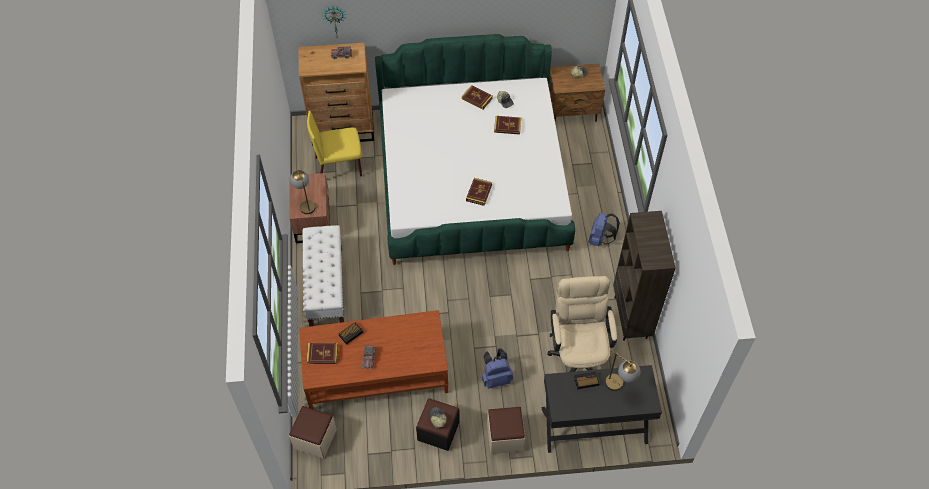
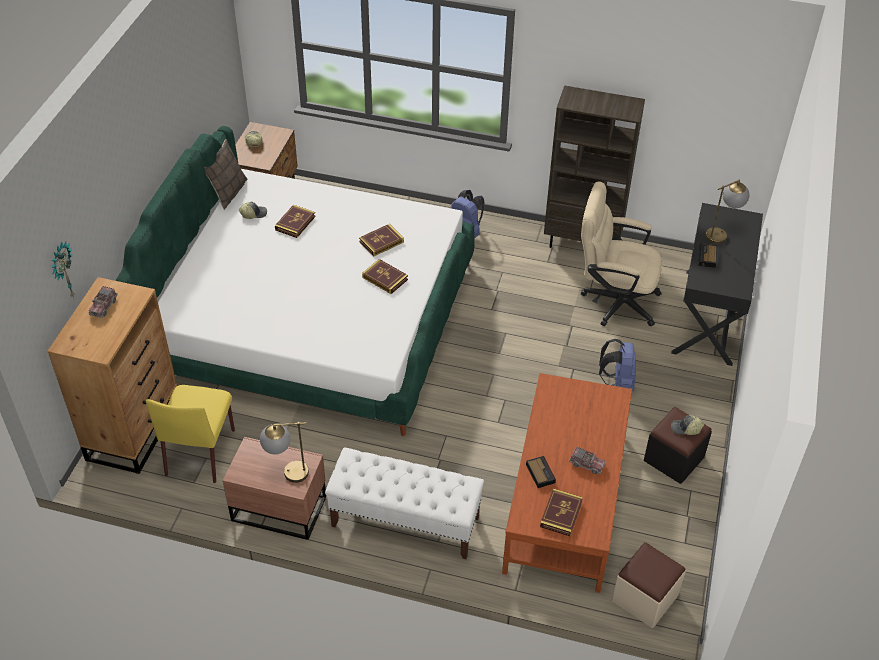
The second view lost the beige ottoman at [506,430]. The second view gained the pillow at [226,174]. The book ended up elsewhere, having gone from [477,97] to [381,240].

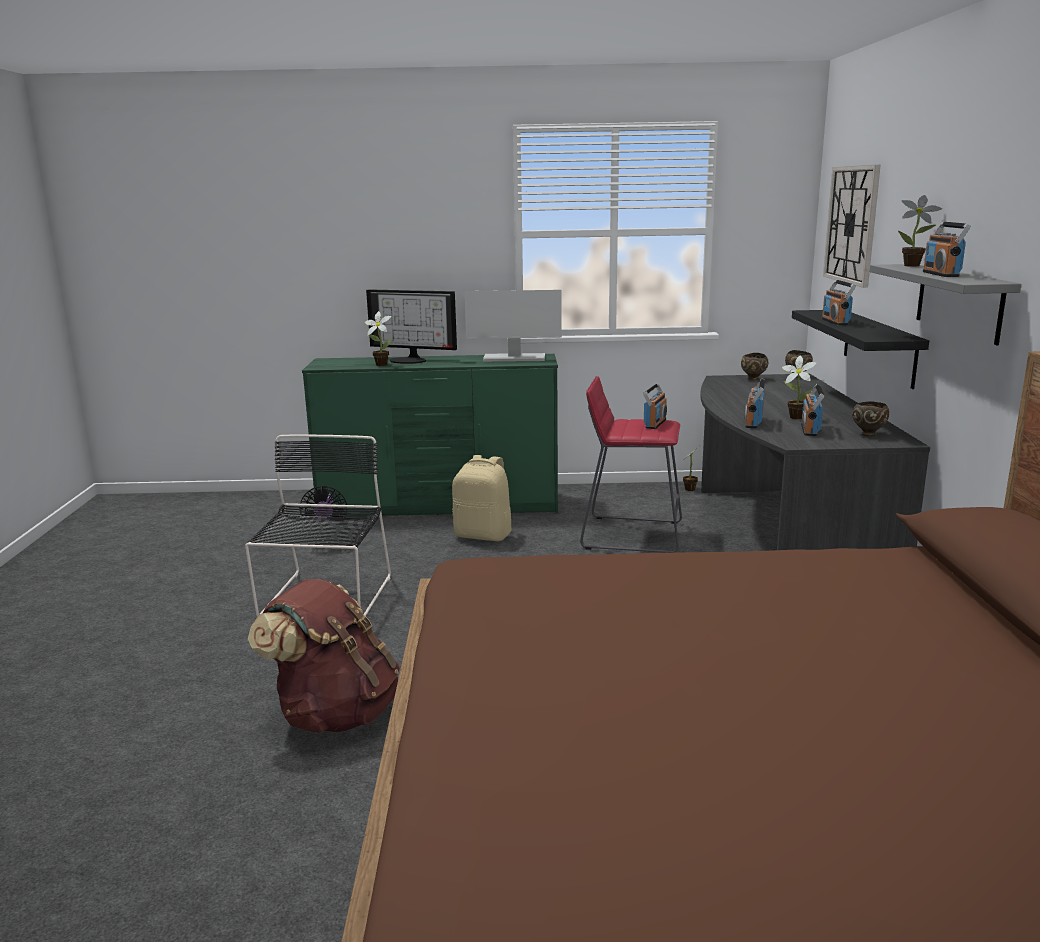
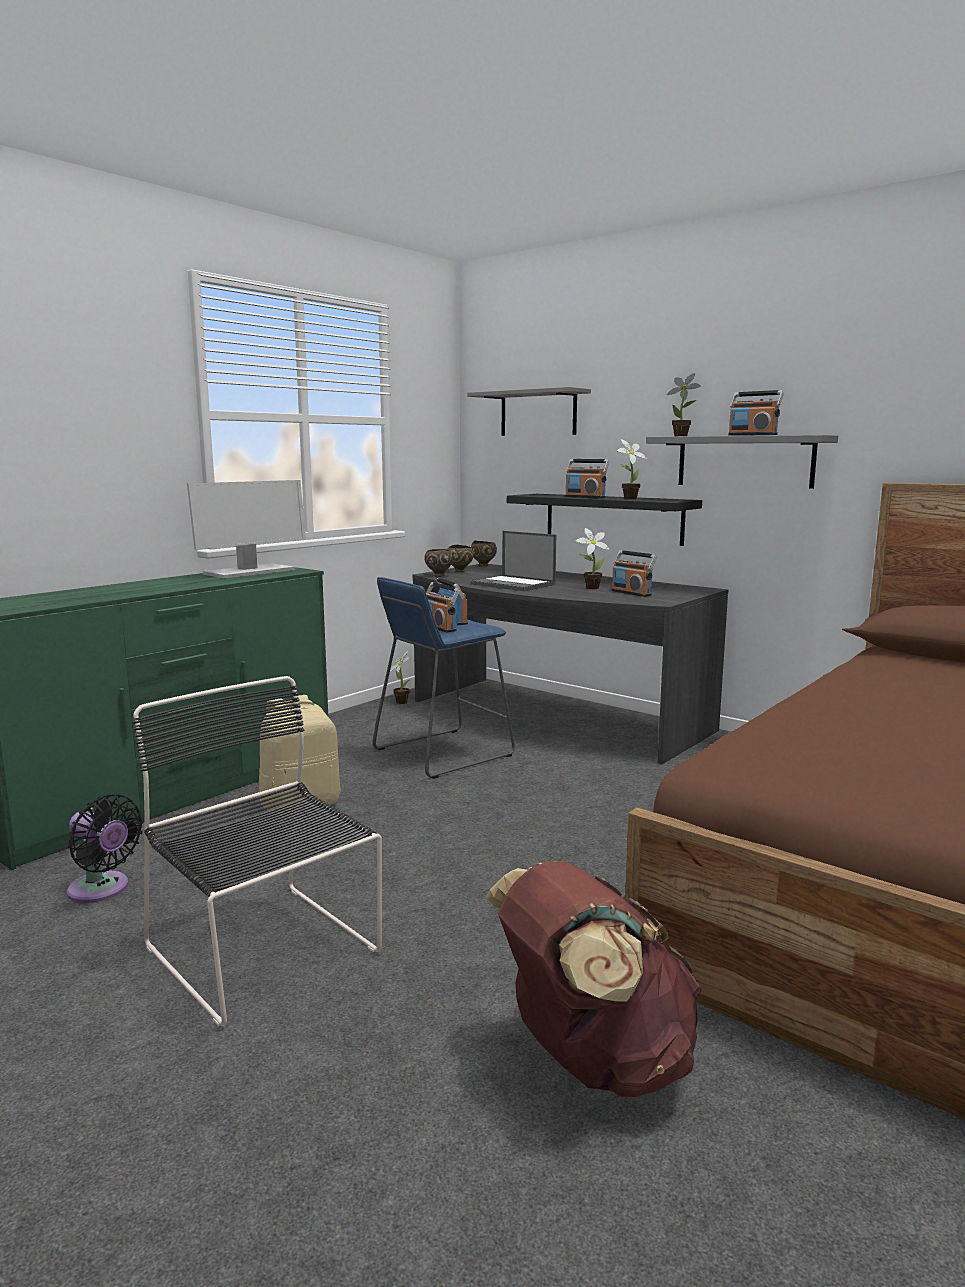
The second view lost the monitor at [411,326]. The second view gained the laptop at [513,561]. The potted plant ended up elsewhere, having gone from [378,338] to [632,469]. The radio ended up elsewhere, having gone from [755,403] to [443,607]. The brown bowl ended up elsewhere, having gone from [870,418] to [438,563]. Where the wall clock hung at [852,226], the grey shelf came to hang at [529,411]. What was the red stool at [631,464] turned into the blue stool at [444,678].

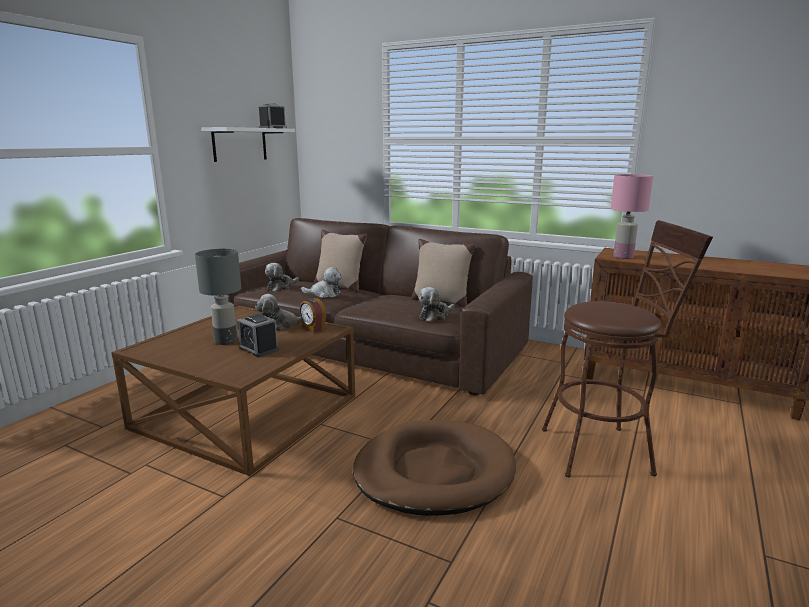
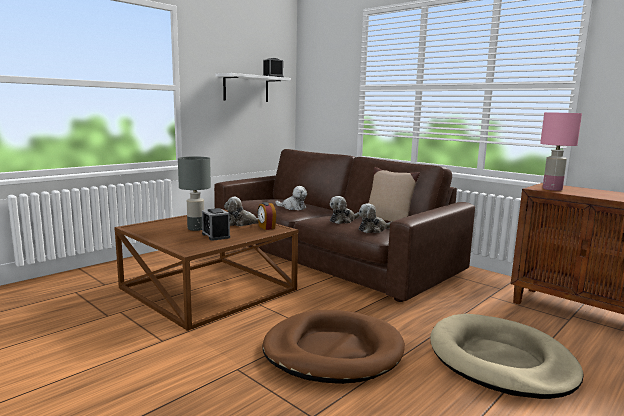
The second view lost the beige pillow at [340,261]. The plush toy ended up elsewhere, having gone from [282,277] to [344,210]. Where the brown stool stood at [627,348], the beige dog bed came to stand at [507,356].

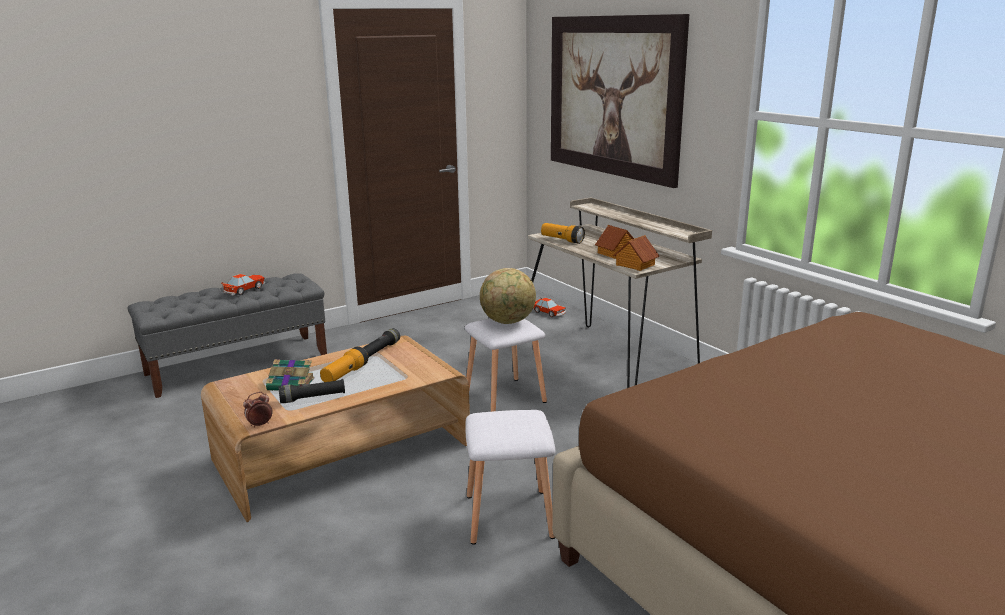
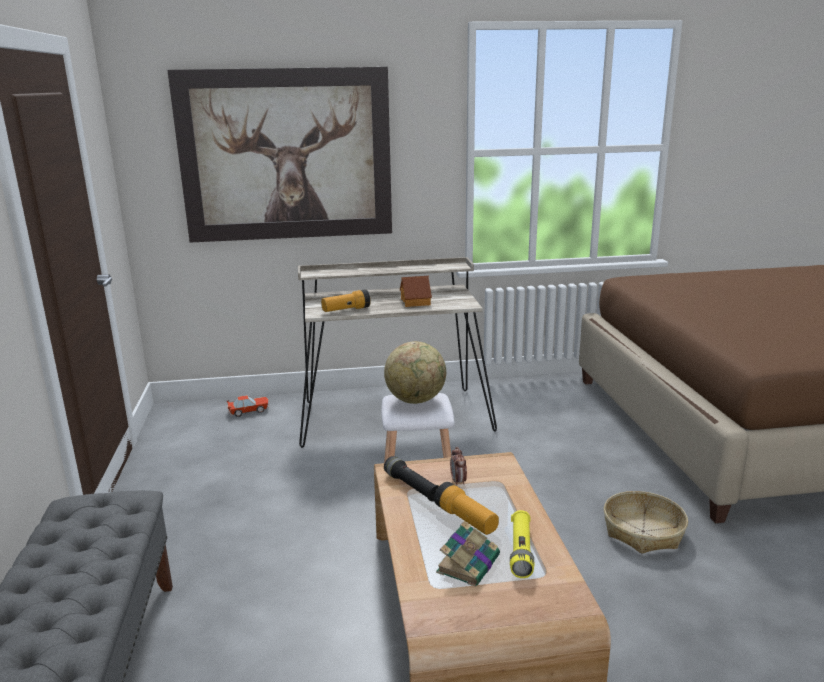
The second view lost the toy car at [243,284]. The second view lost the toy house at [636,253]. The alarm clock ended up elsewhere, having gone from [258,410] to [458,466]. Where the white stool stood at [510,477], the basket came to stand at [646,522]. What was the black flashlight at [311,391] turned into the yellow flashlight at [522,544].

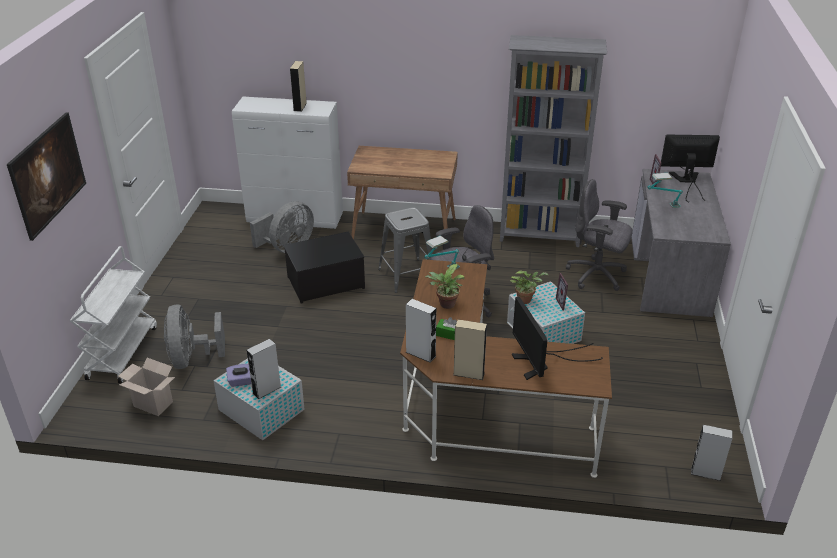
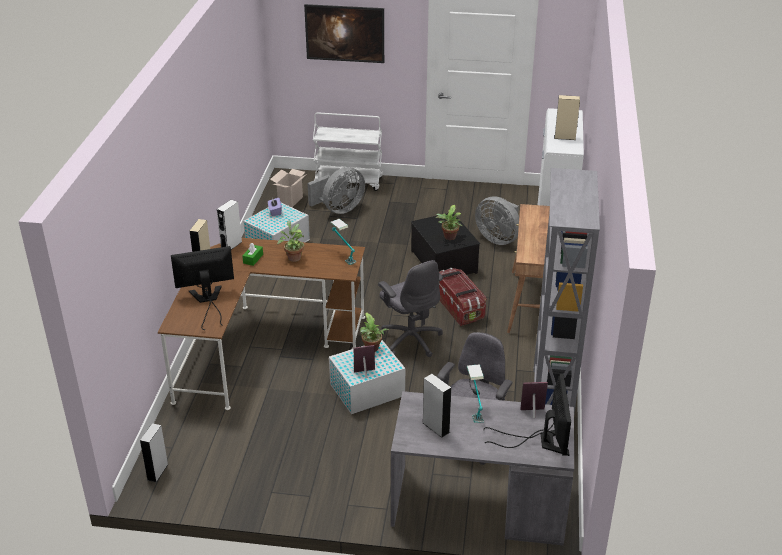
The second view gained the potted plant at [449,222]. The grey speaker ended up elsewhere, having gone from [263,369] to [437,406]. Where the grey stool stood at [405,250], the storage box came to stand at [463,297]. The grey fan at [194,337] ended up facing another way, 150 degrees clockwise from before.

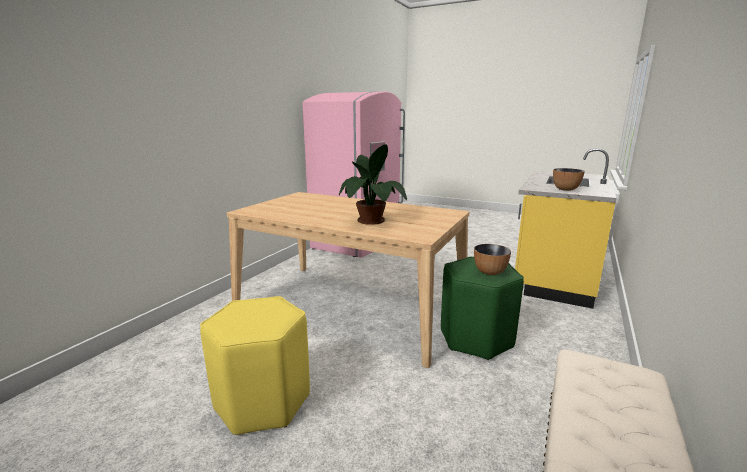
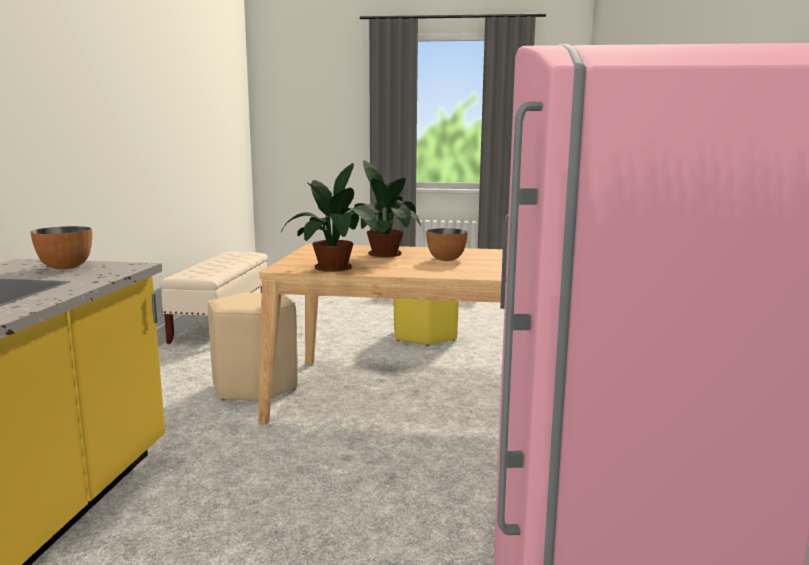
The second view gained the potted plant at [331,217]. The bowl ended up elsewhere, having gone from [492,259] to [447,244]. What was the green stool at [482,308] turned into the beige stool at [253,346].

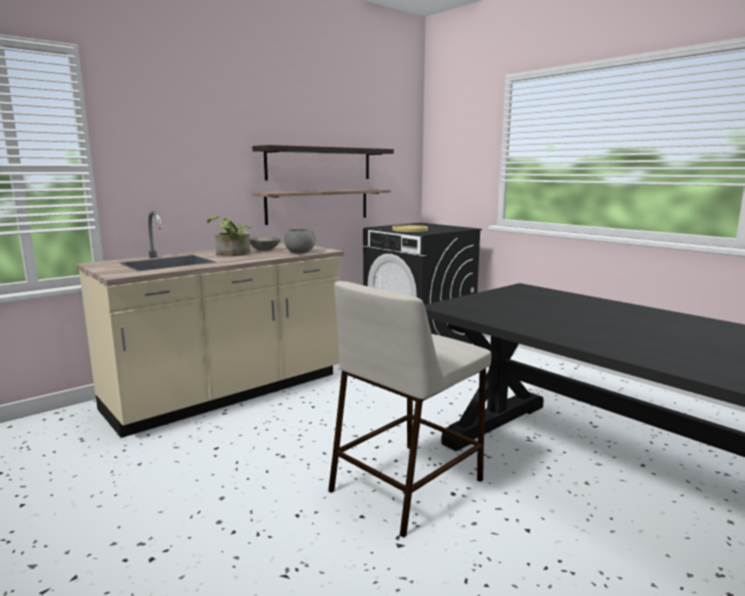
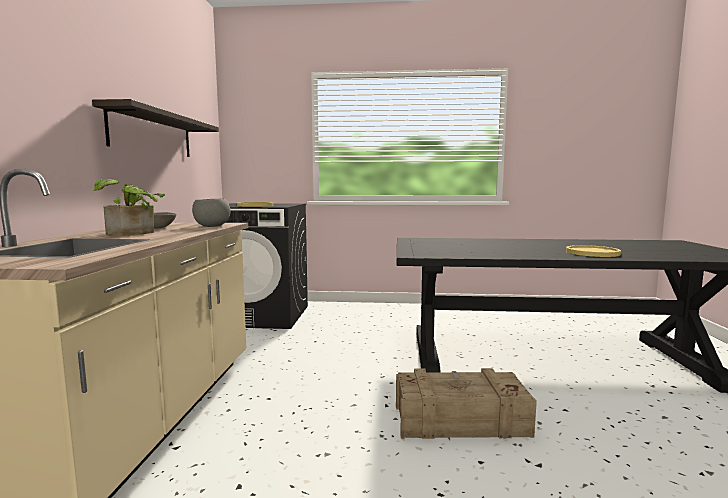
The second view lost the shelf at [321,207]. The second view gained the yellow plate at [593,251]. Where the beige stool stood at [409,409], the crate came to stand at [466,403].

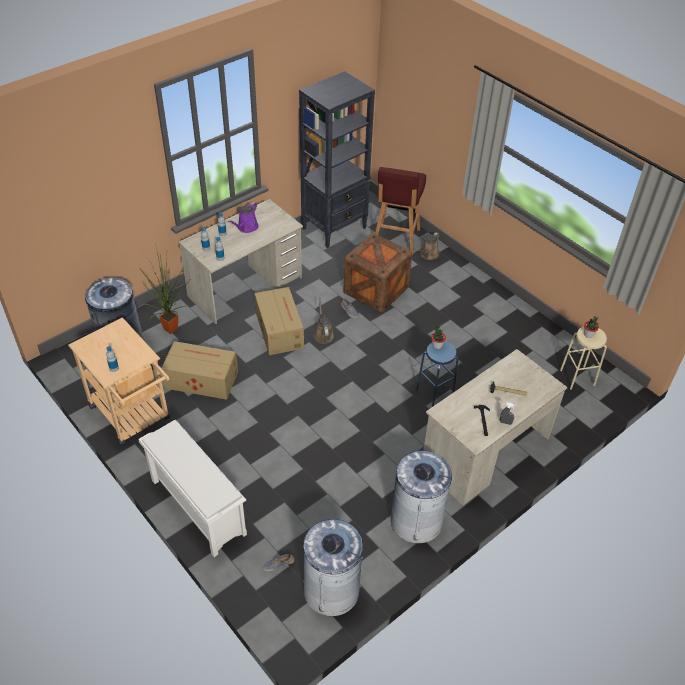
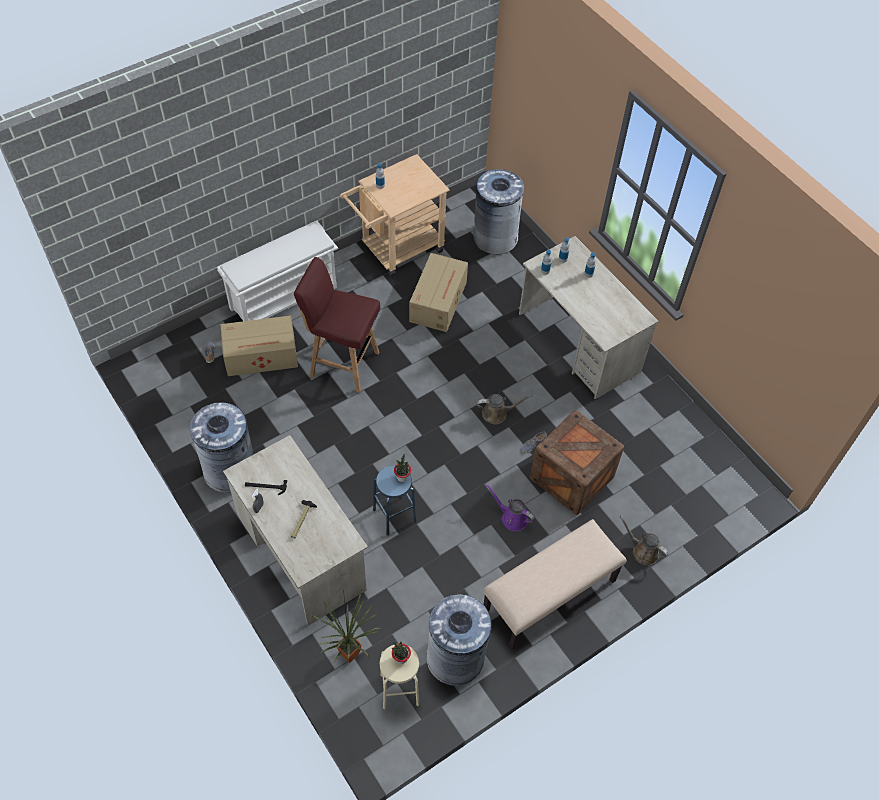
The second view lost the black bookcase at [337,159]. The second view gained the beige bench at [555,584]. The potted plant ended up elsewhere, having gone from [165,288] to [346,626]. The purple watering can ended up elsewhere, having gone from [243,217] to [510,507]. The cardboard box ended up elsewhere, having gone from [279,321] to [259,346]. The grey trash can ended up elsewhere, having gone from [333,567] to [459,640]. The red stool ended up elsewhere, having gone from [400,211] to [337,325].

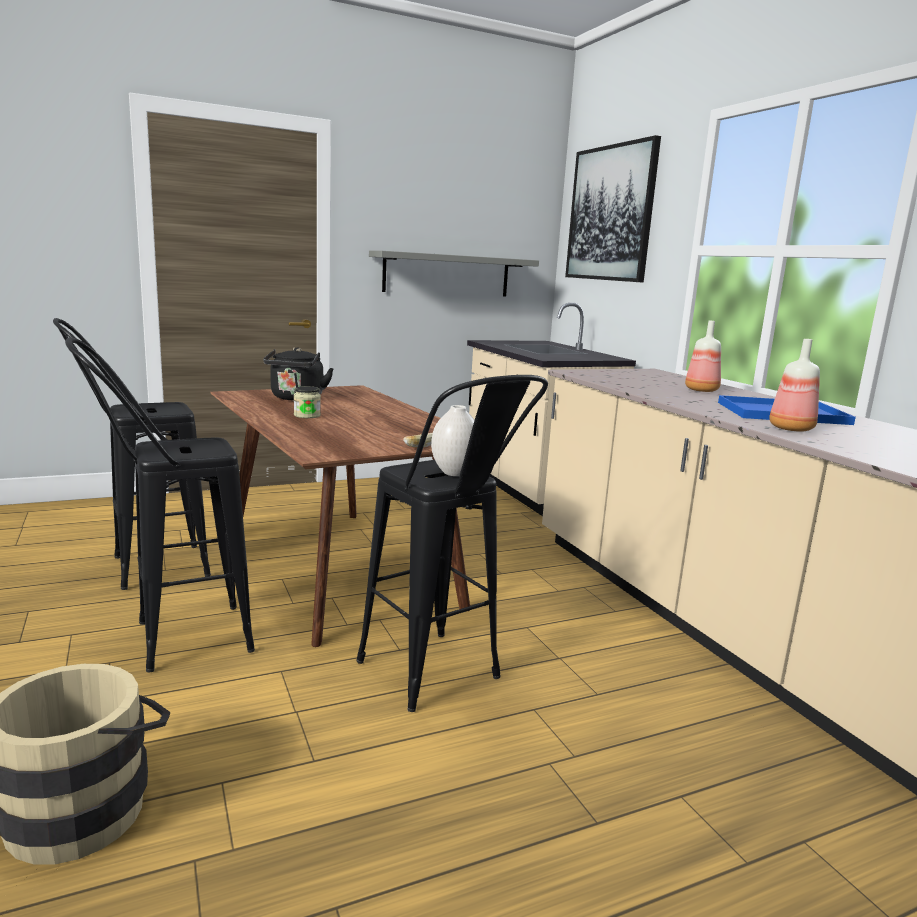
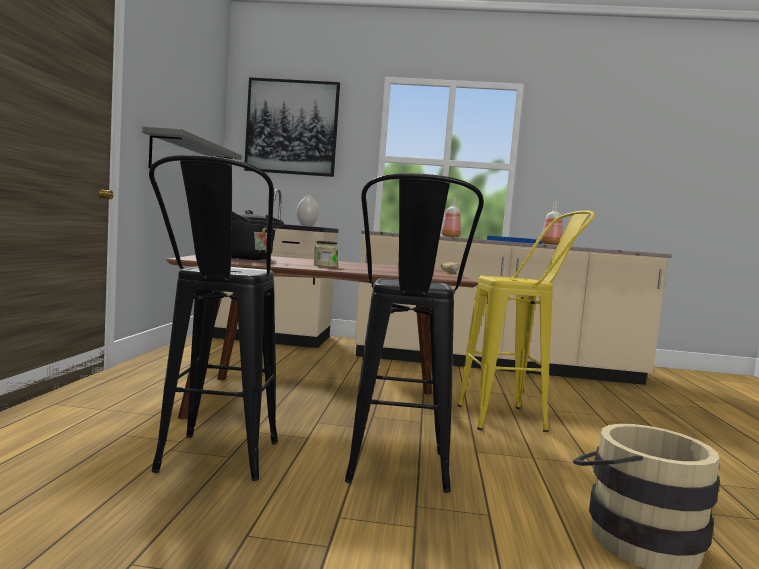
The white vase ended up elsewhere, having gone from [452,440] to [308,210]. What was the black stool at [452,543] turned into the yellow stool at [526,321].

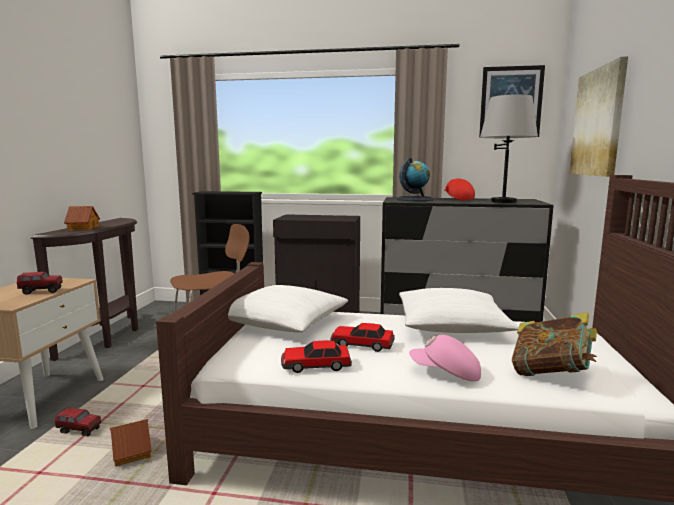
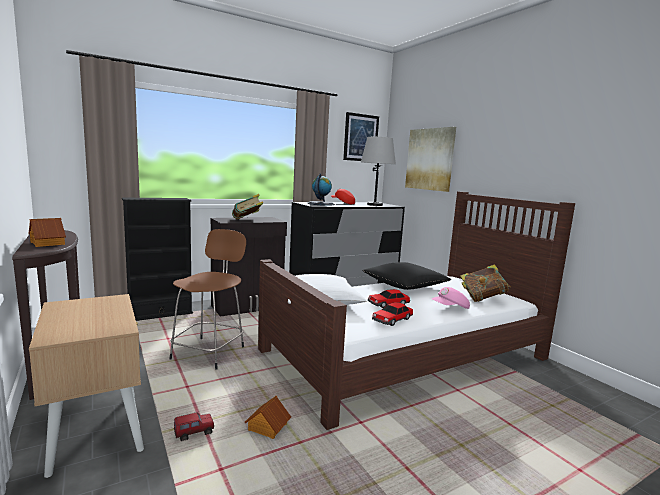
The second view lost the toy truck at [40,283]. The second view gained the book at [247,206]. What was the white pillow at [459,310] turned into the black pillow at [406,276].

